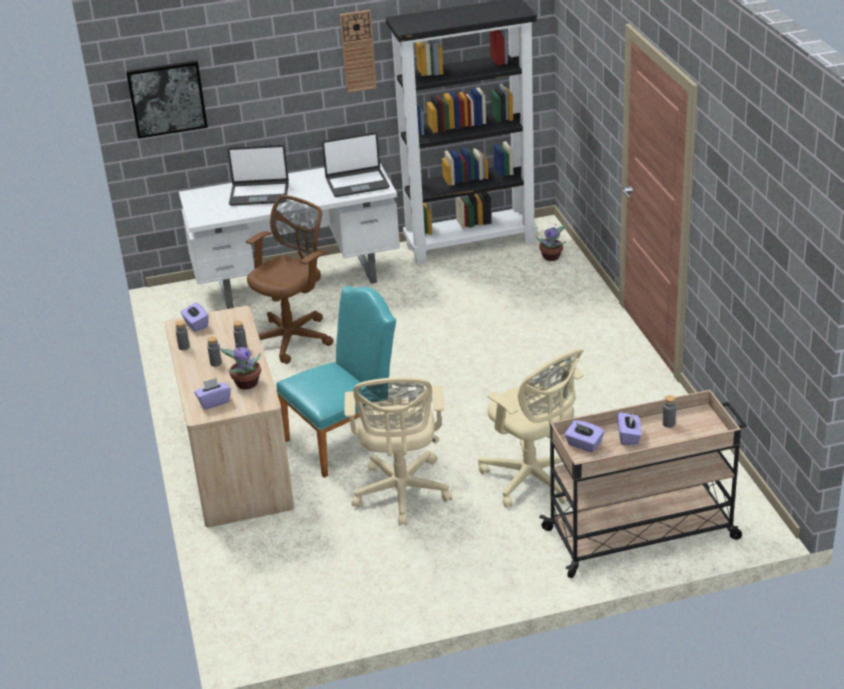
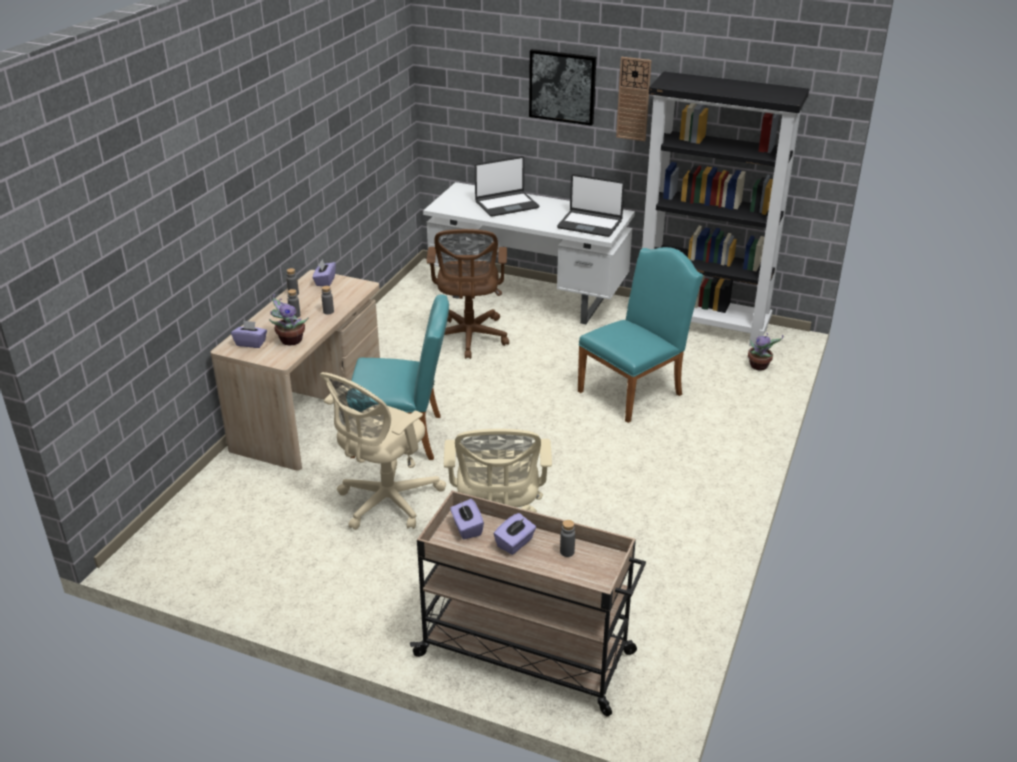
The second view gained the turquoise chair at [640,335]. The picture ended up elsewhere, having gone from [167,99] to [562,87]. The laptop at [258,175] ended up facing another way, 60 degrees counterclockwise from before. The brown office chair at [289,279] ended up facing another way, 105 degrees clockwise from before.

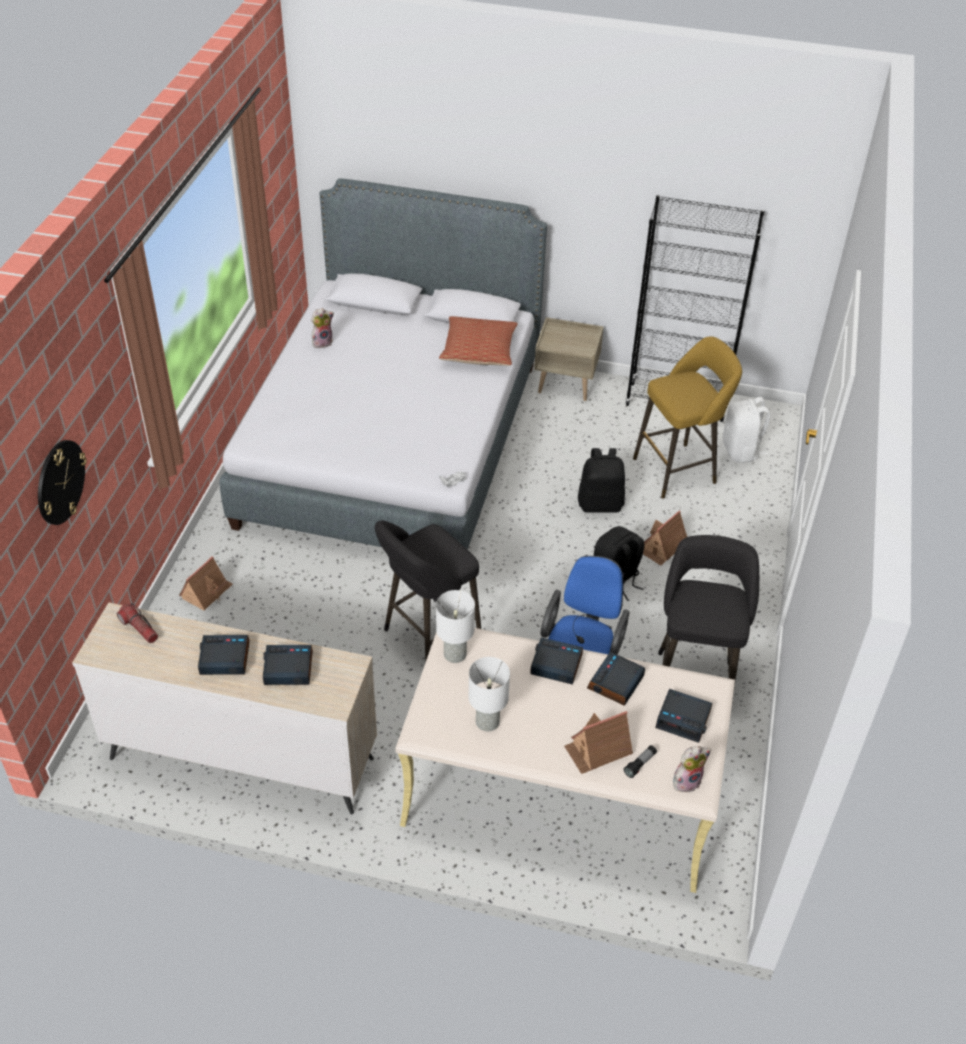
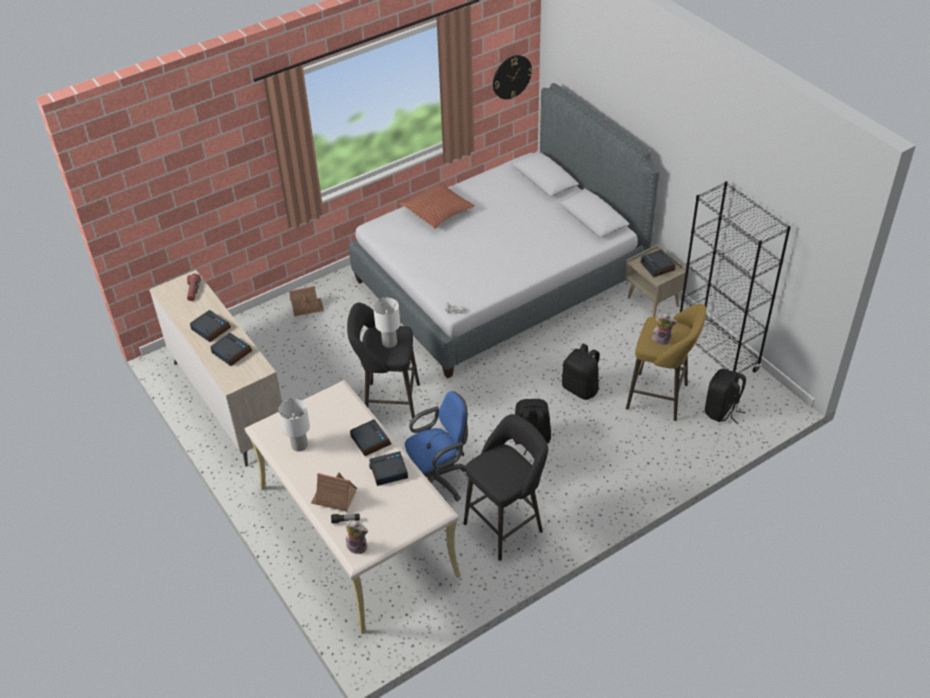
The second view lost the toy house at [665,537]. The wall clock ended up elsewhere, having gone from [62,482] to [512,77]. The plush toy ended up elsewhere, having gone from [322,328] to [664,329]. The white table lamp ended up elsewhere, having gone from [455,626] to [386,323]. The pillow ended up elsewhere, having gone from [478,341] to [437,205]. The alarm clock ended up elsewhere, having gone from [684,716] to [658,263]. What was the white backpack at [746,430] turned into the black backpack at [725,396].

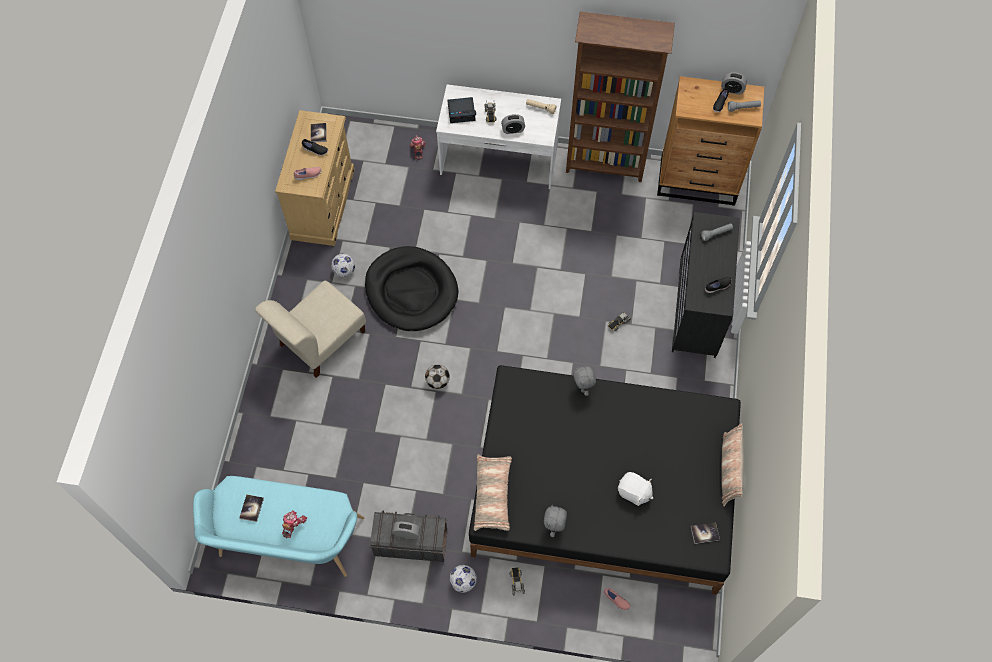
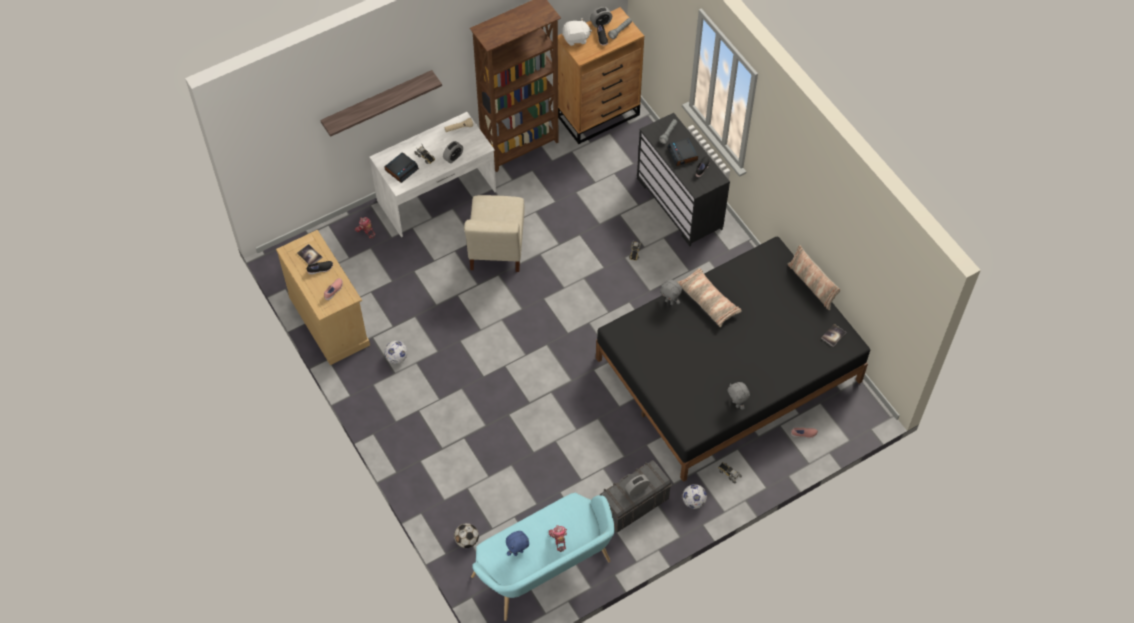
The second view lost the black dog bed at [411,288]. The second view gained the shelf at [381,103]. The second view gained the alarm clock at [682,152]. The beige chair ended up elsewhere, having gone from [310,329] to [494,233]. The football ended up elsewhere, having gone from [437,376] to [466,535]. The pillow ended up elsewhere, having gone from [493,492] to [709,297]. The white plush toy ended up elsewhere, having gone from [635,489] to [577,32]. Where the book stood at [251,508], the blue plush toy came to stand at [517,543].

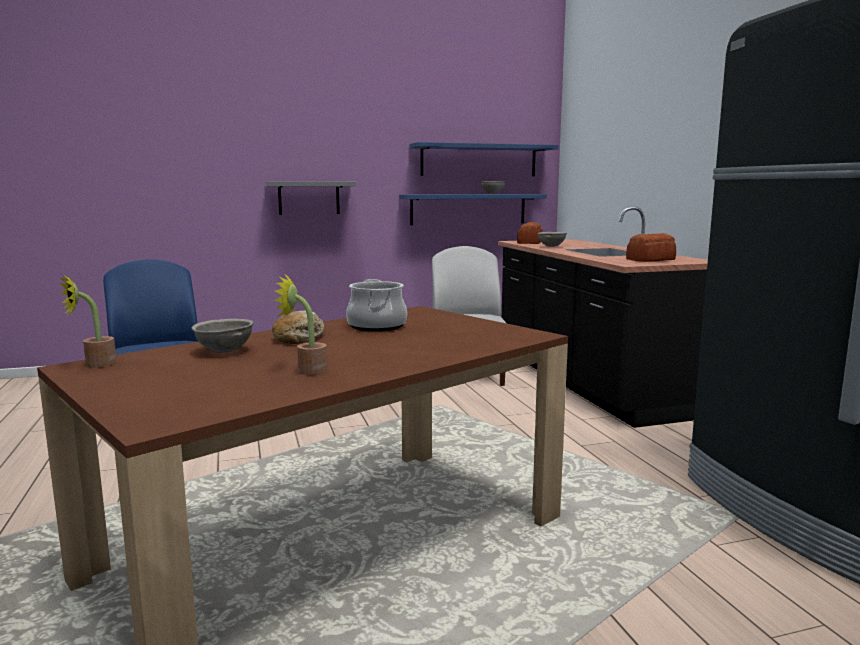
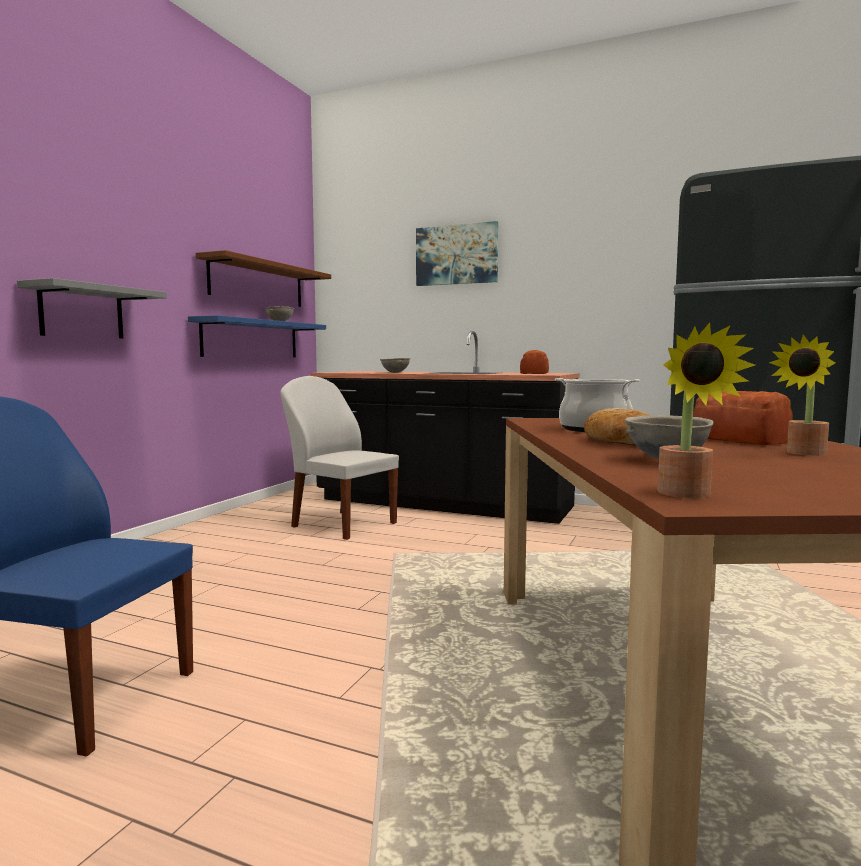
The second view gained the picture at [457,253]. The bread ended up elsewhere, having gone from [530,233] to [743,418]. What was the blue shelf at [483,159] turned into the brown shelf at [263,278].

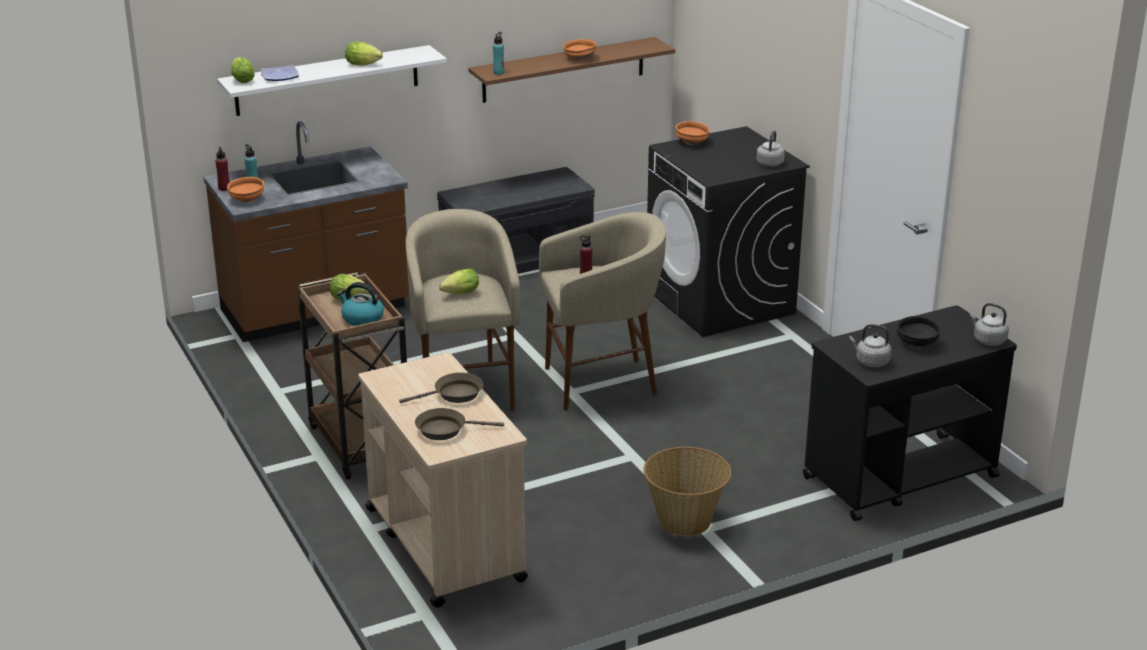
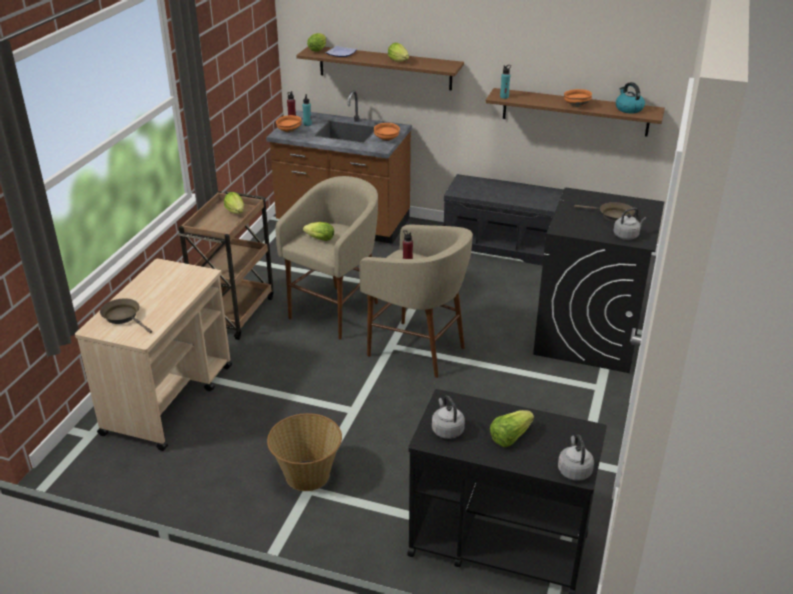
The kettle ended up elsewhere, having gone from [360,304] to [630,97]. The brown frying pan ended up elsewhere, having gone from [441,388] to [604,212]. The orange bowl ended up elsewhere, having gone from [692,133] to [387,132]. Where the black bowl stood at [919,331], the lettuce came to stand at [512,428]. What was the white shelf at [332,80] turned into the brown shelf at [380,69].

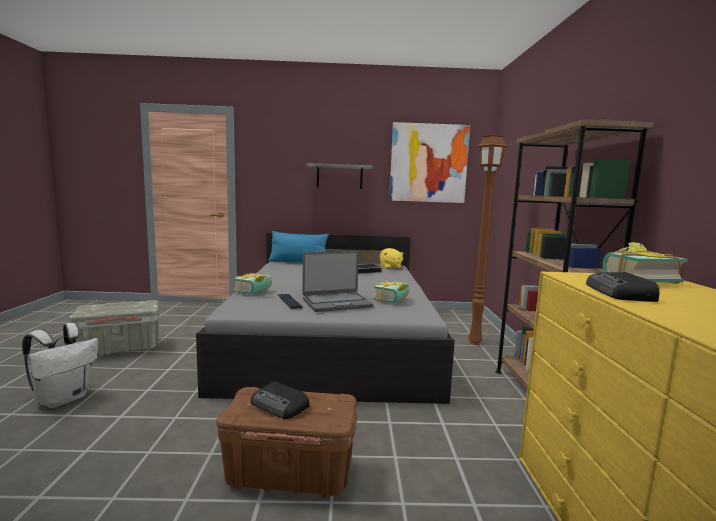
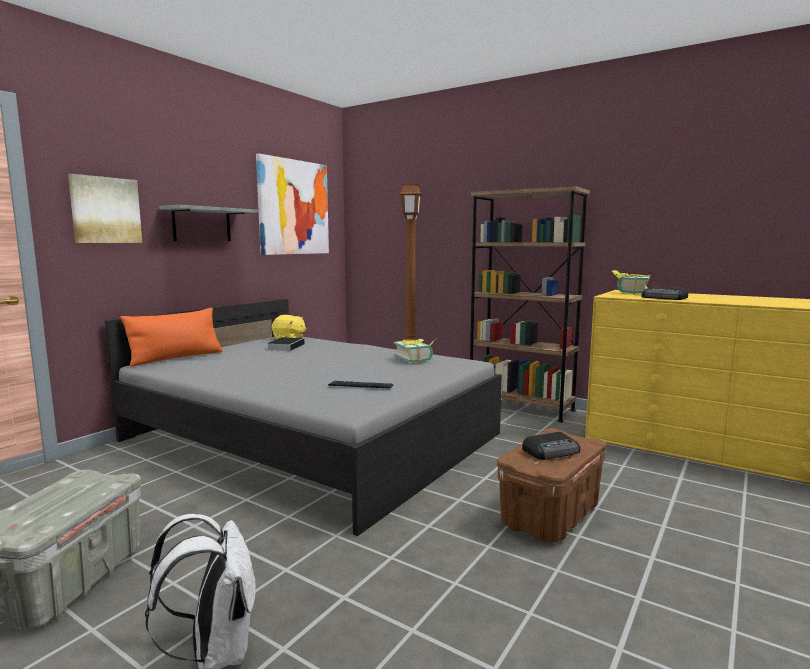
The second view lost the book at [252,284]. The second view lost the laptop at [338,281]. The second view gained the picture at [105,208]. What was the blue pillow at [298,247] turned into the orange pillow at [171,337].

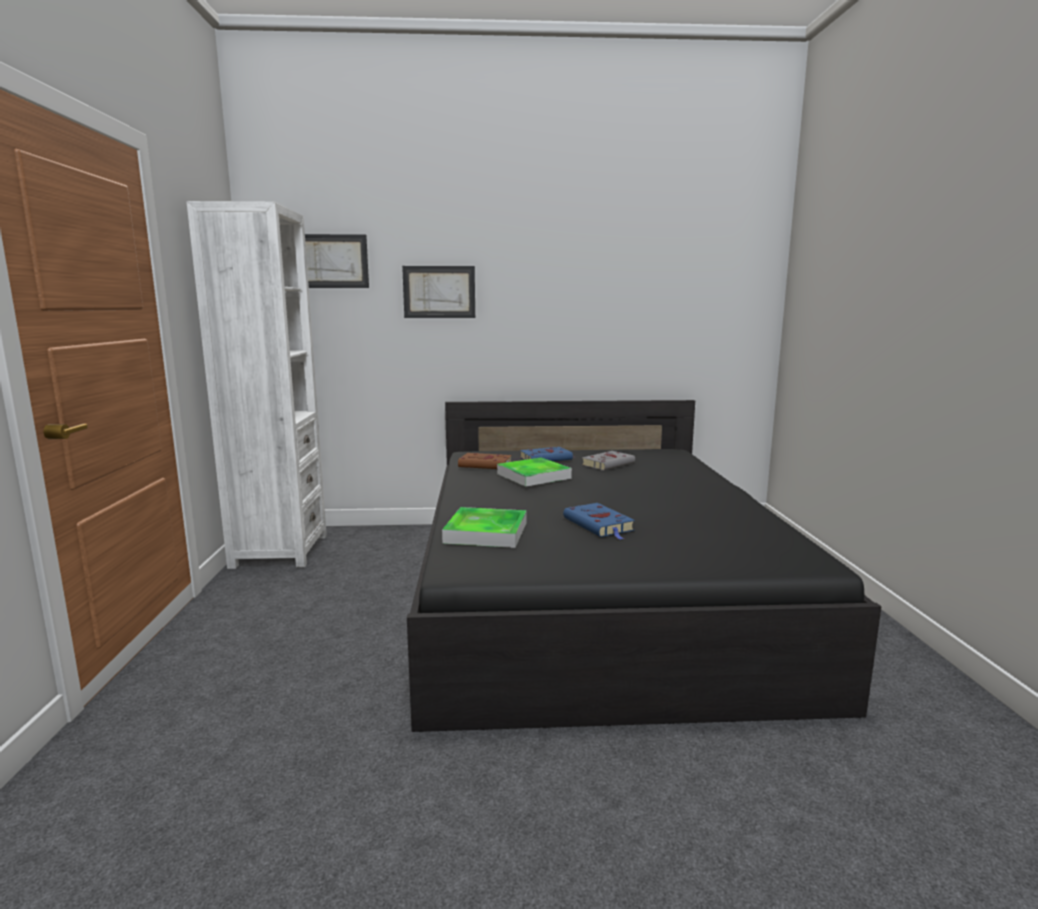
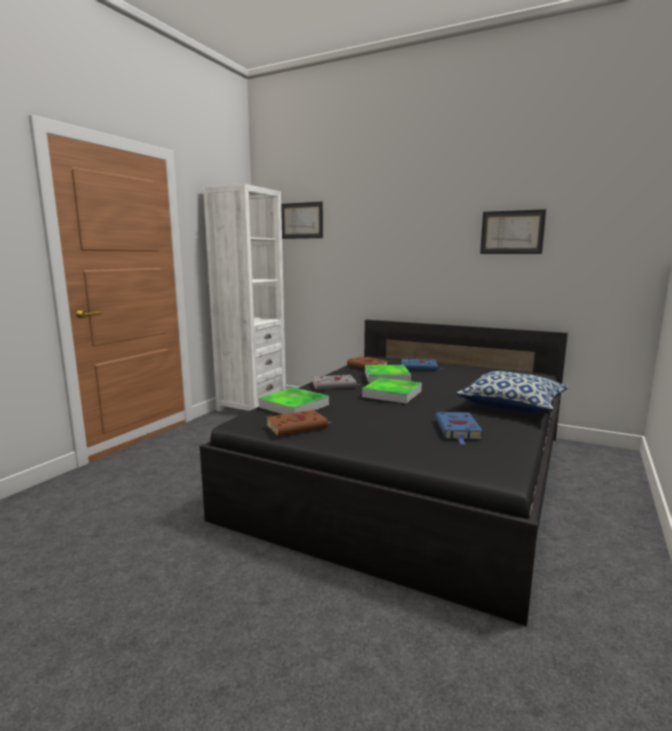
The second view gained the brown book at [298,423]. The second view gained the tray at [392,391]. The second view gained the pillow at [512,392]. The picture ended up elsewhere, having gone from [438,292] to [513,231]. The blue book ended up elsewhere, having gone from [599,521] to [459,428]. The grey book ended up elsewhere, having gone from [608,460] to [337,382].

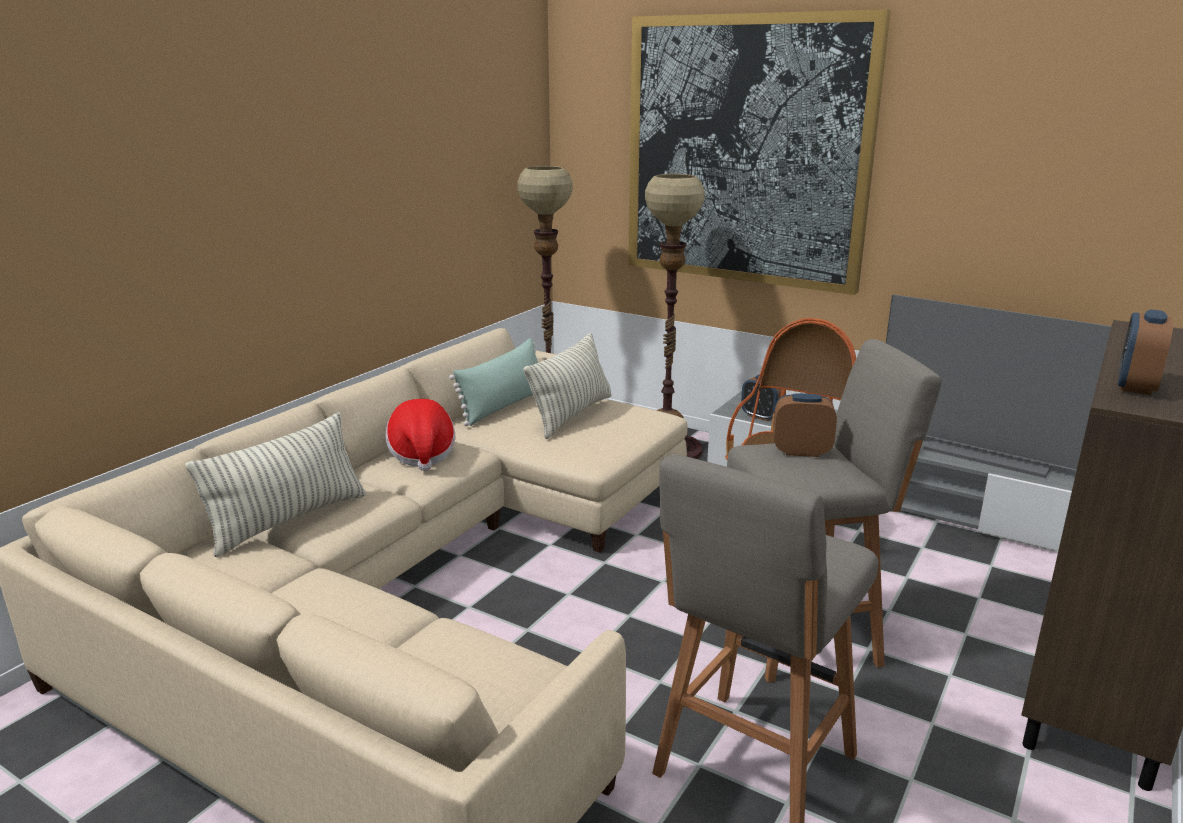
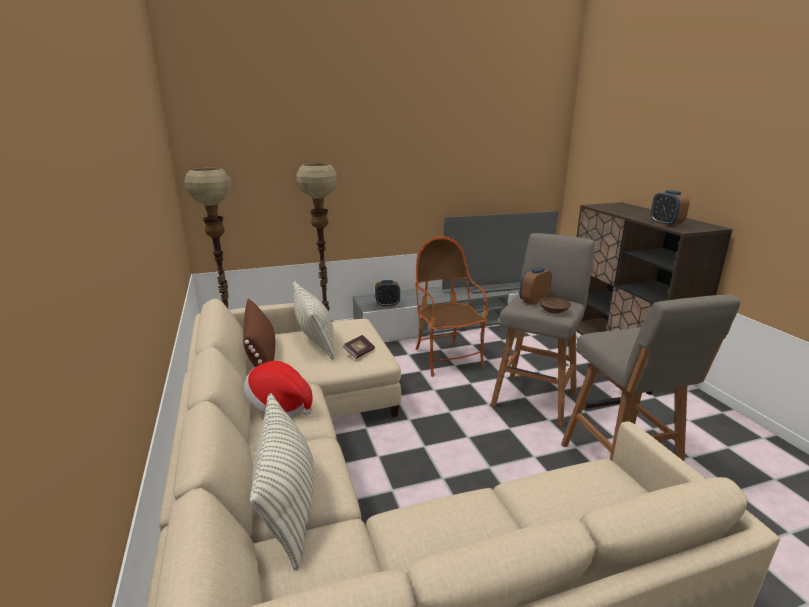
The second view lost the picture at [759,152]. The second view gained the book at [359,347]. The second view gained the brown bowl at [555,305]. What was the green pillow at [493,382] turned into the brown pillow at [259,333].

